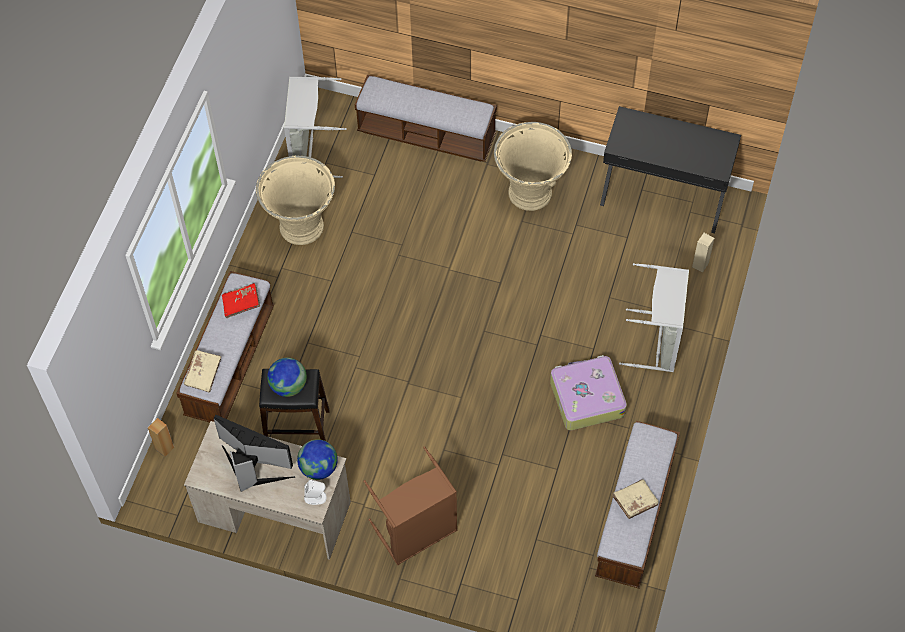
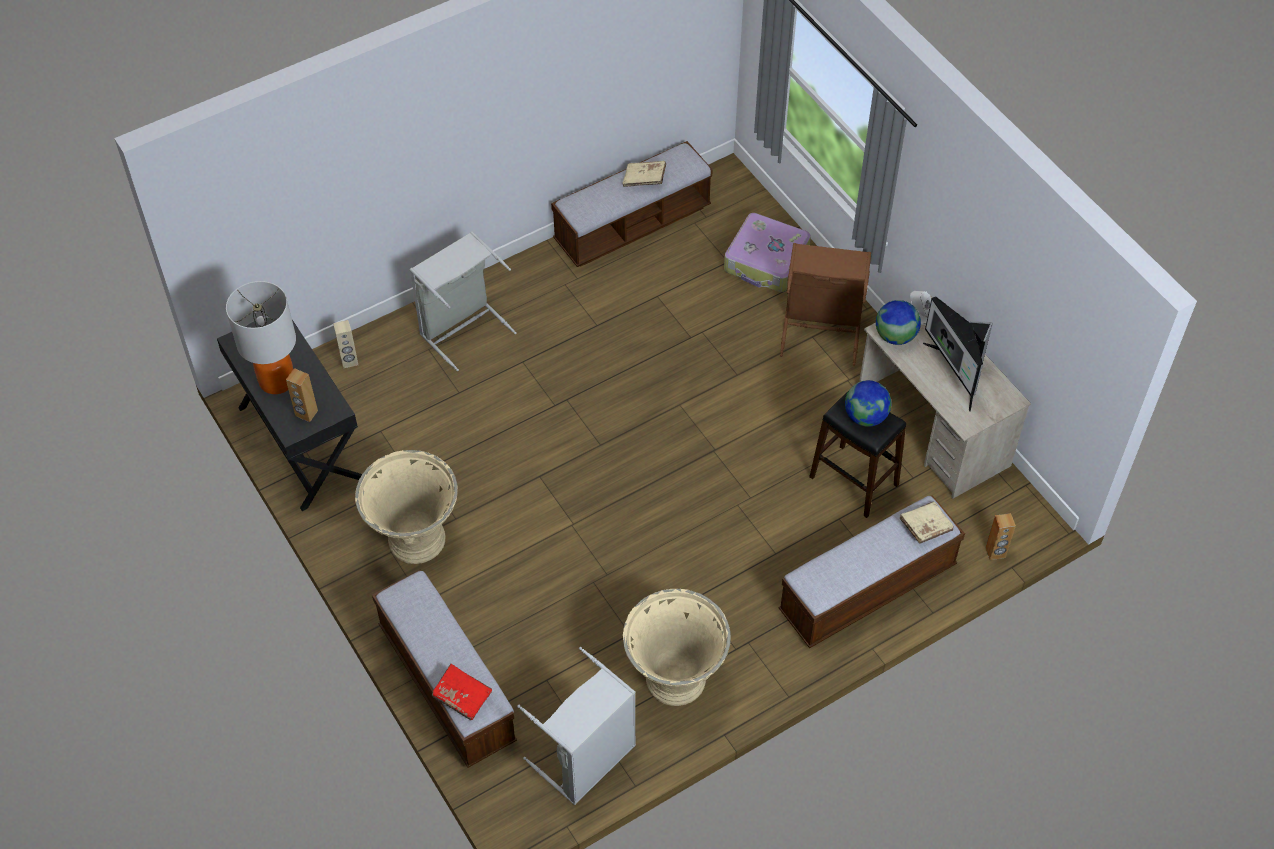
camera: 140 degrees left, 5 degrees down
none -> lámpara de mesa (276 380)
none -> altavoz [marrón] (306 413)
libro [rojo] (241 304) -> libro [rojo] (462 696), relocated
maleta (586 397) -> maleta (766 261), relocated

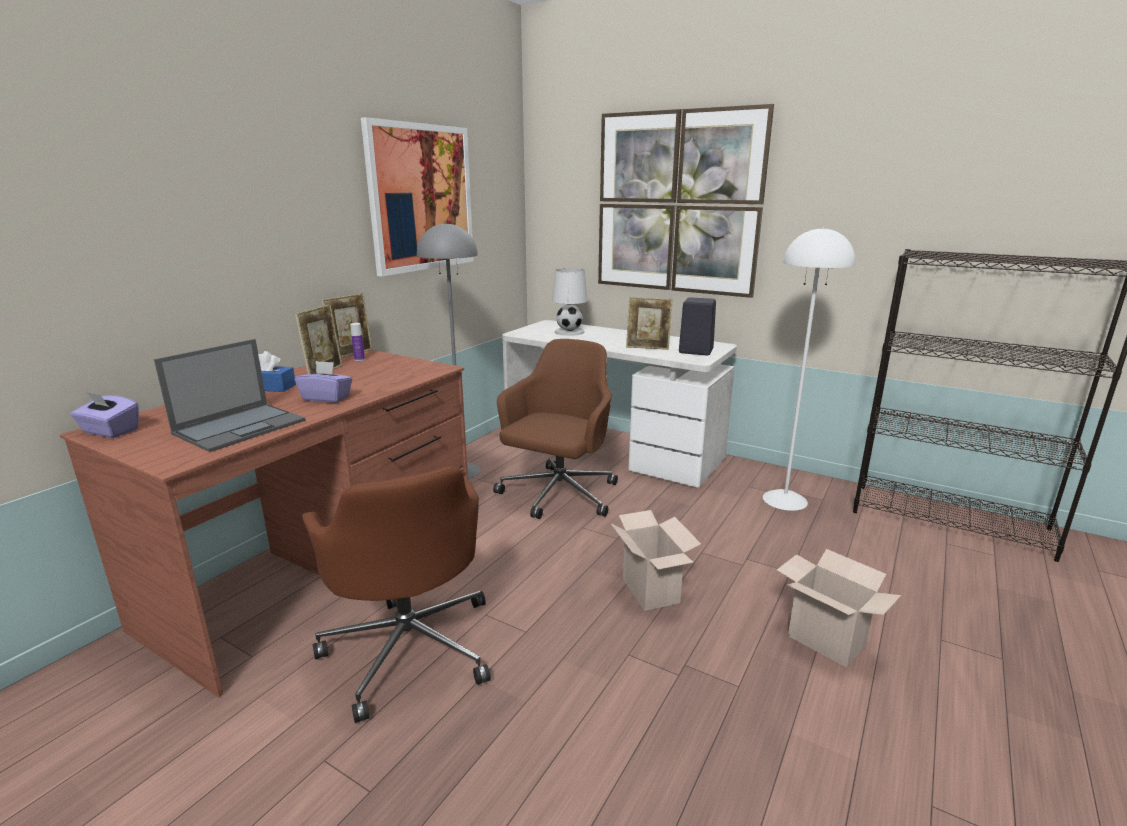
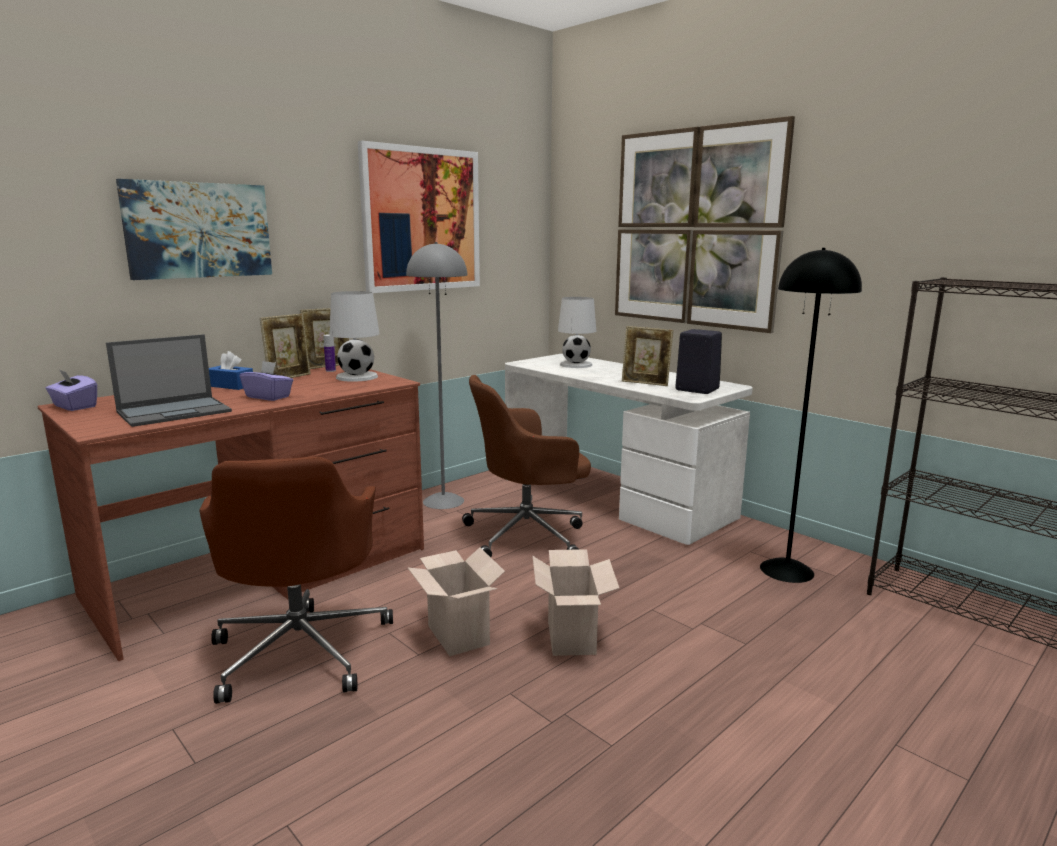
camera: 15 degrees right, 5 degrees down
none -> cuadro (198 230)
none -> lámpara de mesa [blanco] (357 377)
caja de cartón (823 640) -> caja de cartón (455 634), relocated
lámpara de pie [blanco] (785 499) -> lámpara de pie [negro] (787 570)
silla de oficina [marrón] (558 495) -> silla de oficina [marrón] (528 534), 150 degrees counterclockwise

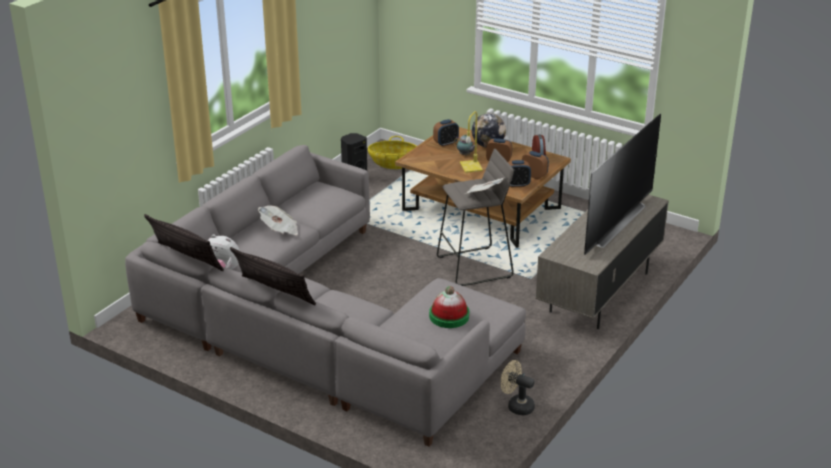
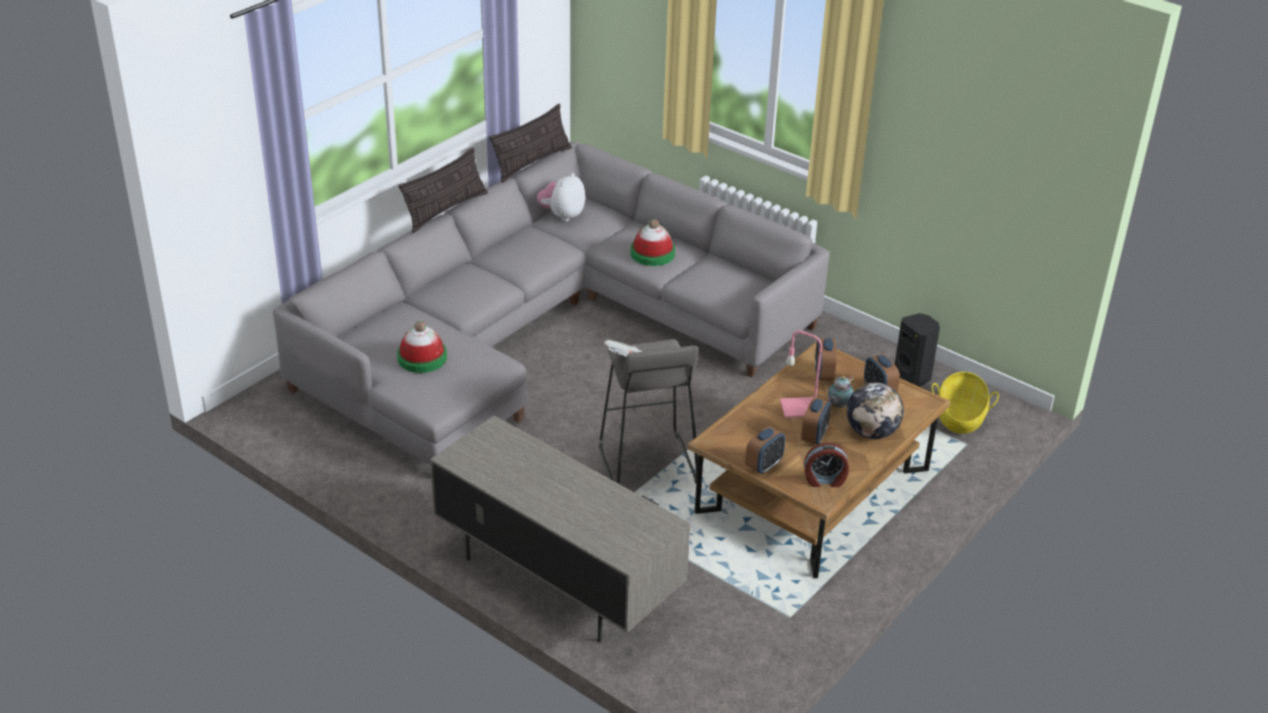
camera: 95 degrees right, 5 degrees up
ventilador [beis] (516 406) -> none
televisor (613 222) -> none
despertador (517 185) -> despertador (823 374), relocated
periódico (280 230) -> sombrero (652 253)
lámpara de mesa [amarillo] (470 166) -> lámpara de mesa [rosa] (800 407)

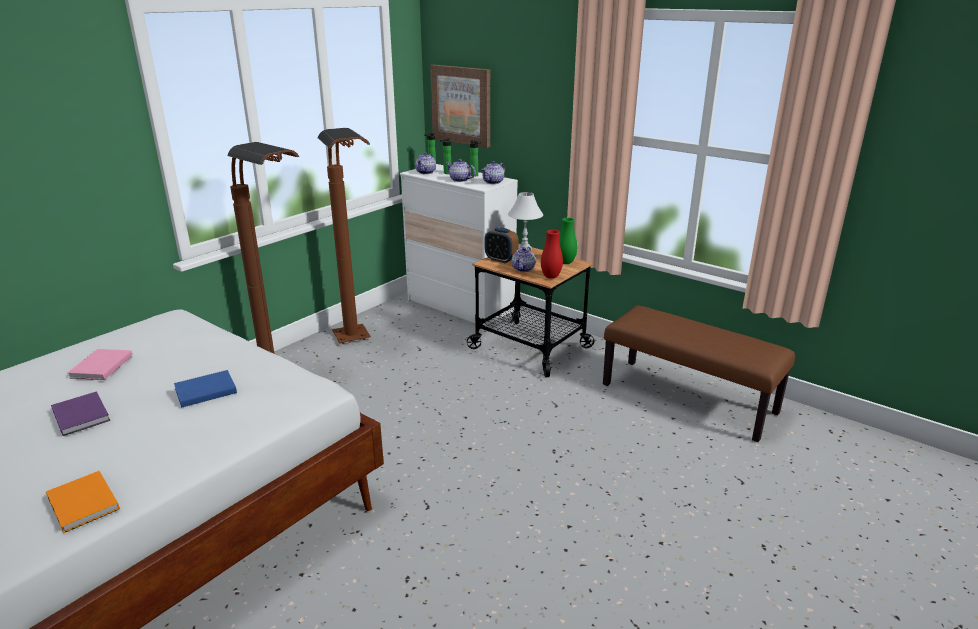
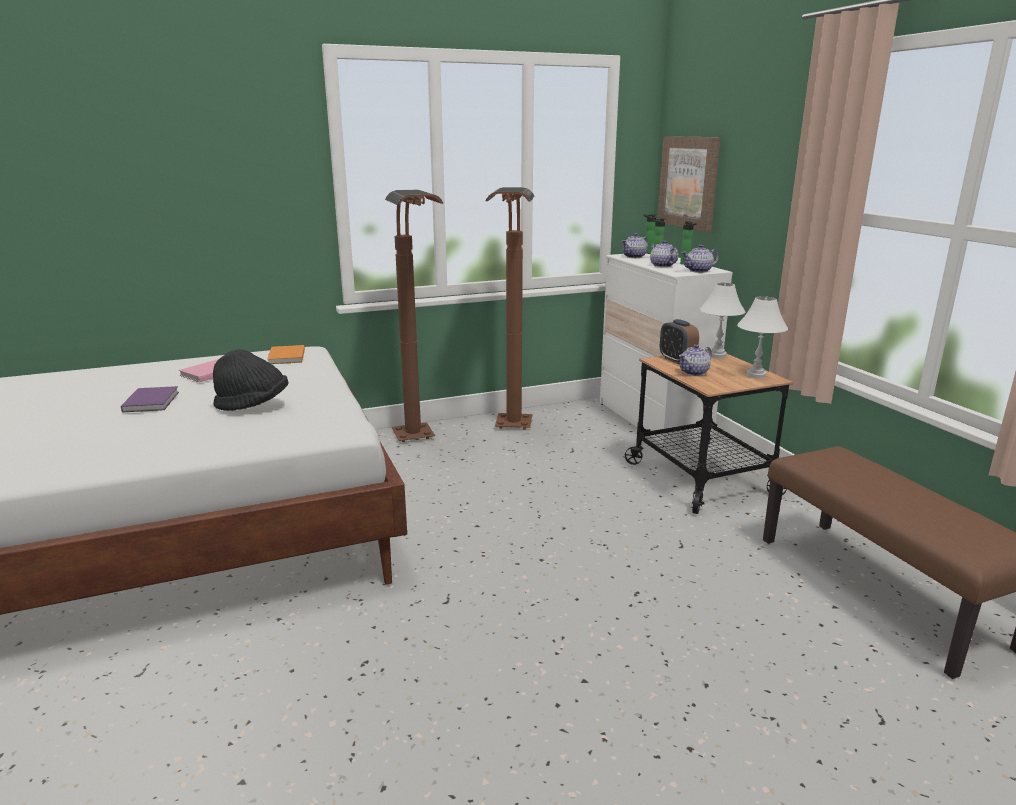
camera: 30 degrees right, 5 degrees down
florero [rojo] (551 277) -> none
libro [naranja] (82 505) -> libro [naranja] (286 357), relocated
libro [azul] (204 391) -> sombrero [negro] (253 405)
florero [verde] (566 262) -> lámpara de mesa [blanco] (756 375)

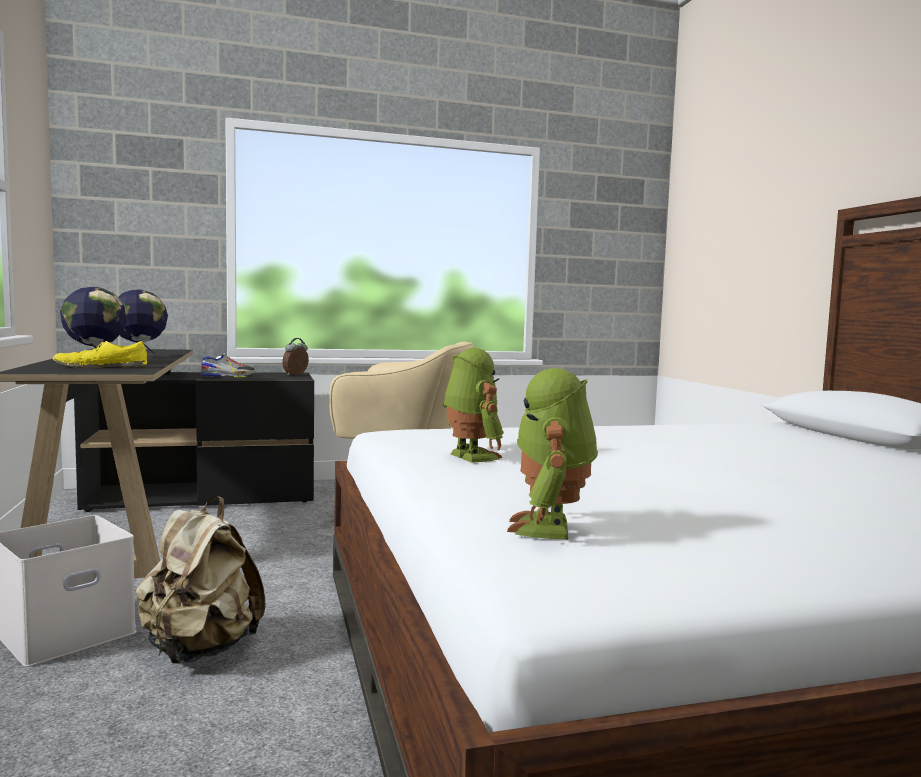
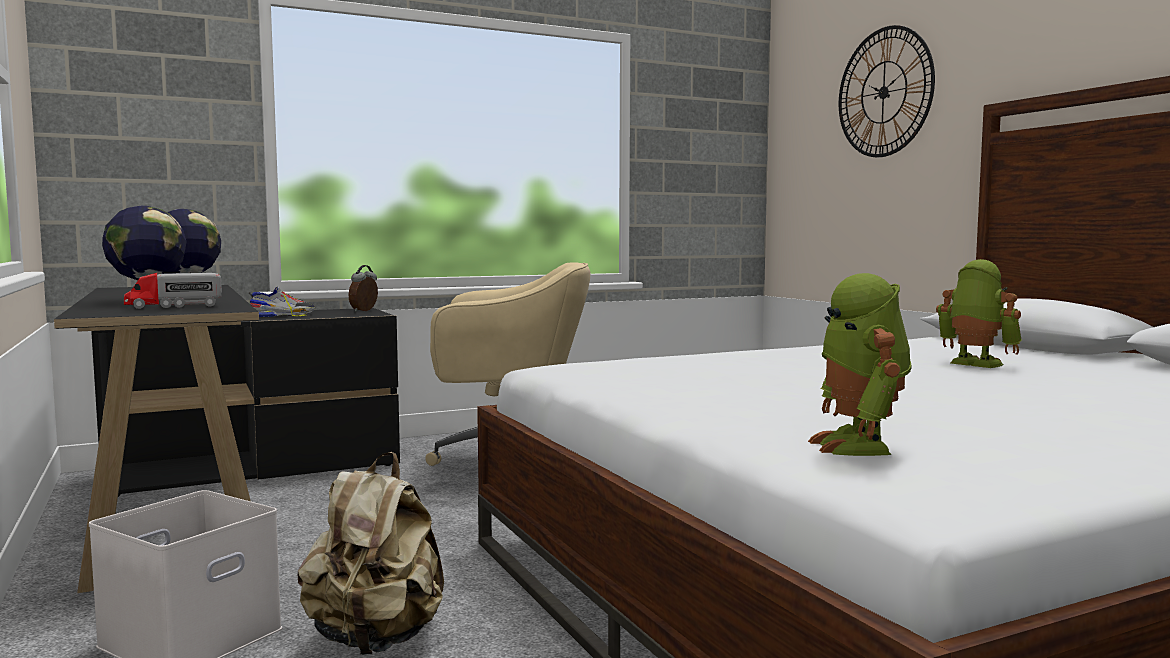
camera: 10 degrees left, 0 degrees up
none -> reloj de pared (884 92)
robot de juguete (469 457) -> robot de juguete (974 364), relocated
zapato [amarillo] (101 367) -> camión de juguete (174 306)

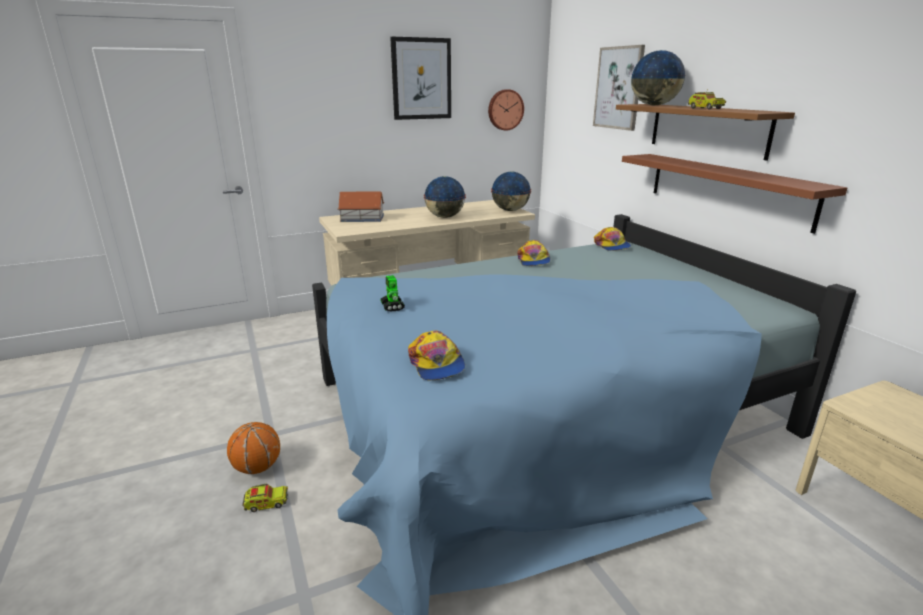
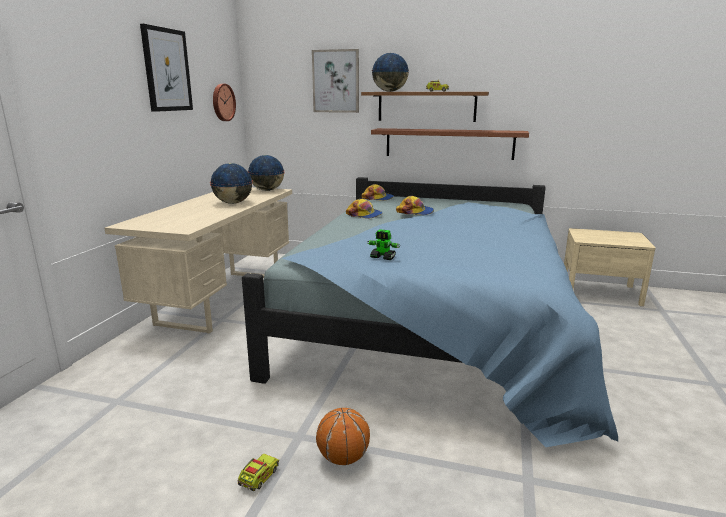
camera: 50 degrees left, 5 degrees down
casita (363 218) -> none
camión de juguete (266 503) -> camión de juguete (259 477), relocated
gorra (436 364) -> gorra (415 212), relocated

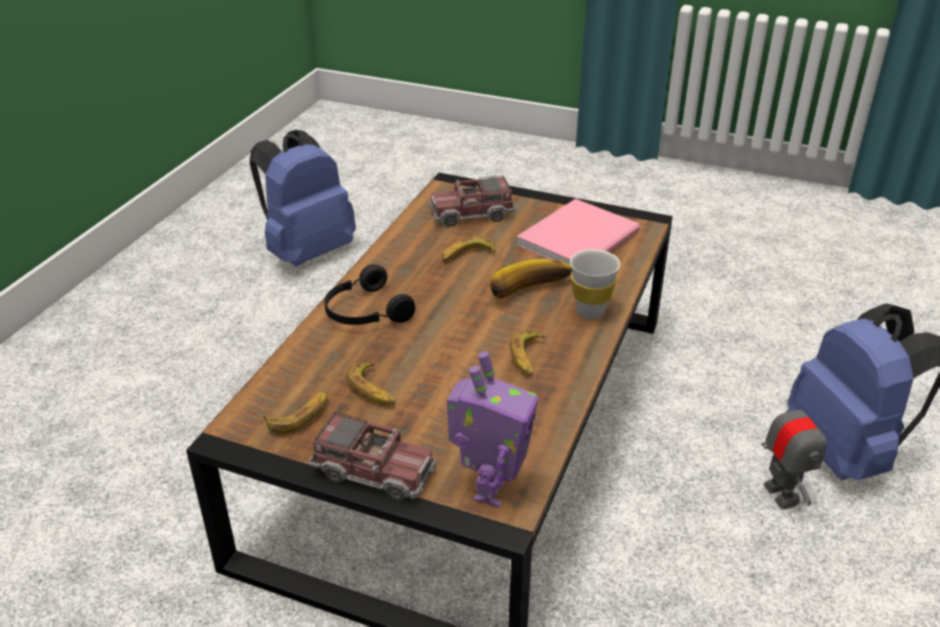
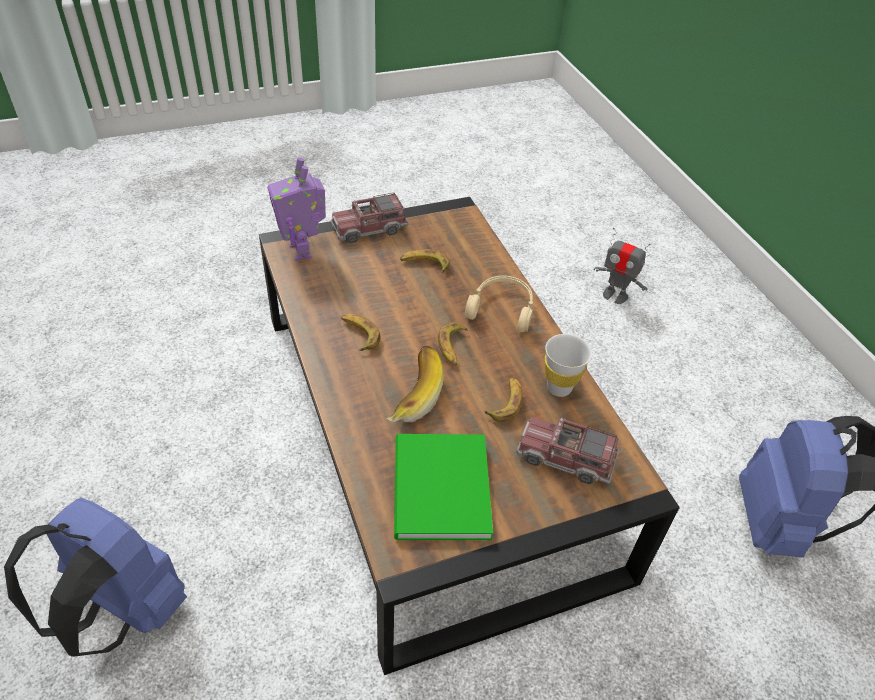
camera: 135 degrees right, 10 degrees up
plátano (300 416) -> plátano (452 348), relocated
taza [blanco] (590 312) -> taza [blanco] (559 388), relocated
robot de juguete (781 494) -> robot de juguete (615 295), relocated
auriculares [negro] (365 312) -> auriculares [beis] (502 309)
libro [rosa] (582 238) -> libro [verde] (438 491)
camión de juguete (472 214) -> camión de juguete (565 458), 105 degrees counterclockwise

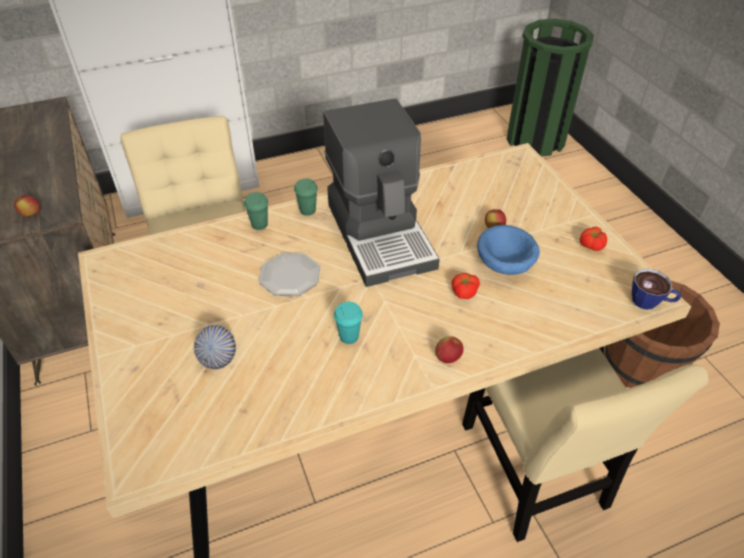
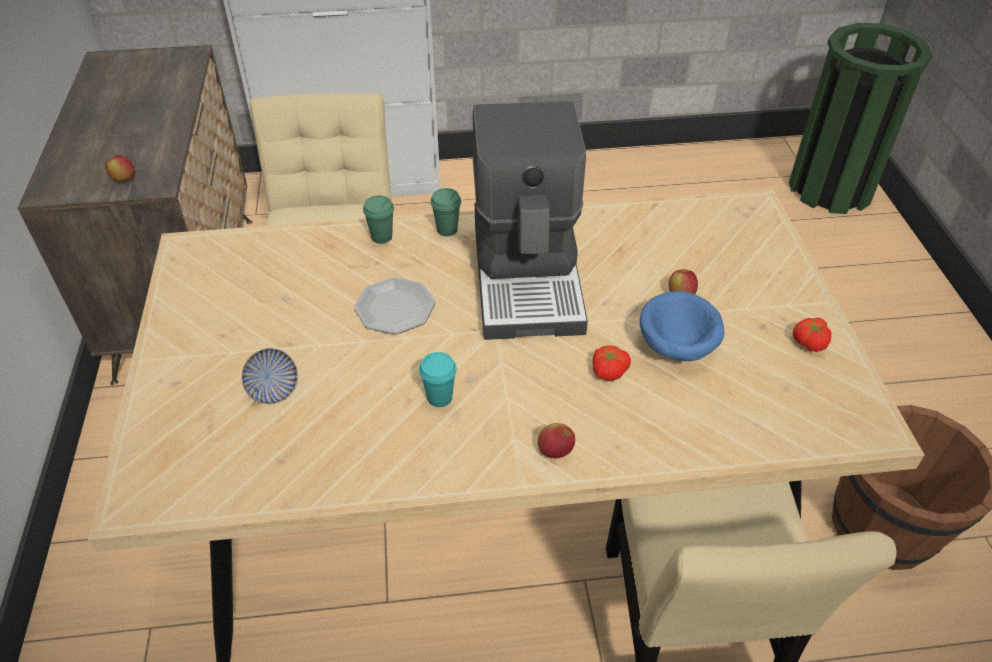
camera: 15 degrees right, 0 degrees up
taza (650 302) -> none

